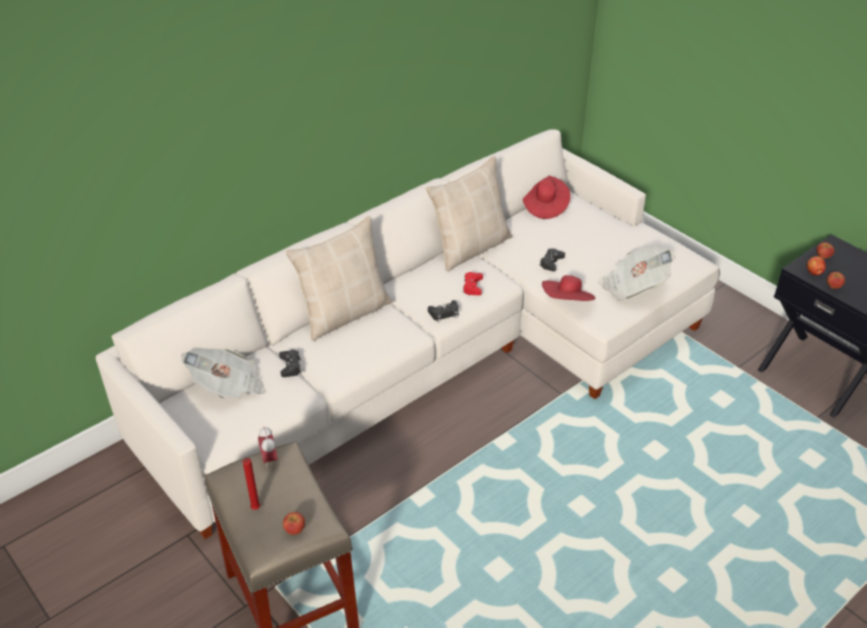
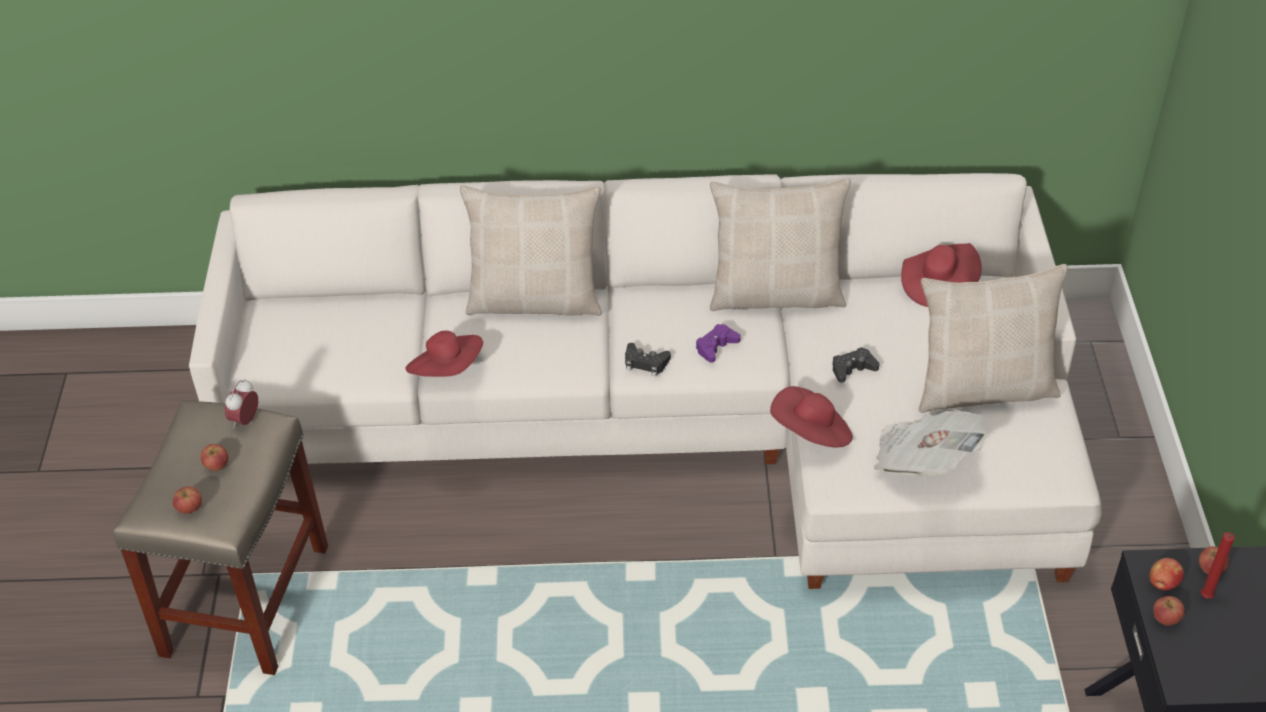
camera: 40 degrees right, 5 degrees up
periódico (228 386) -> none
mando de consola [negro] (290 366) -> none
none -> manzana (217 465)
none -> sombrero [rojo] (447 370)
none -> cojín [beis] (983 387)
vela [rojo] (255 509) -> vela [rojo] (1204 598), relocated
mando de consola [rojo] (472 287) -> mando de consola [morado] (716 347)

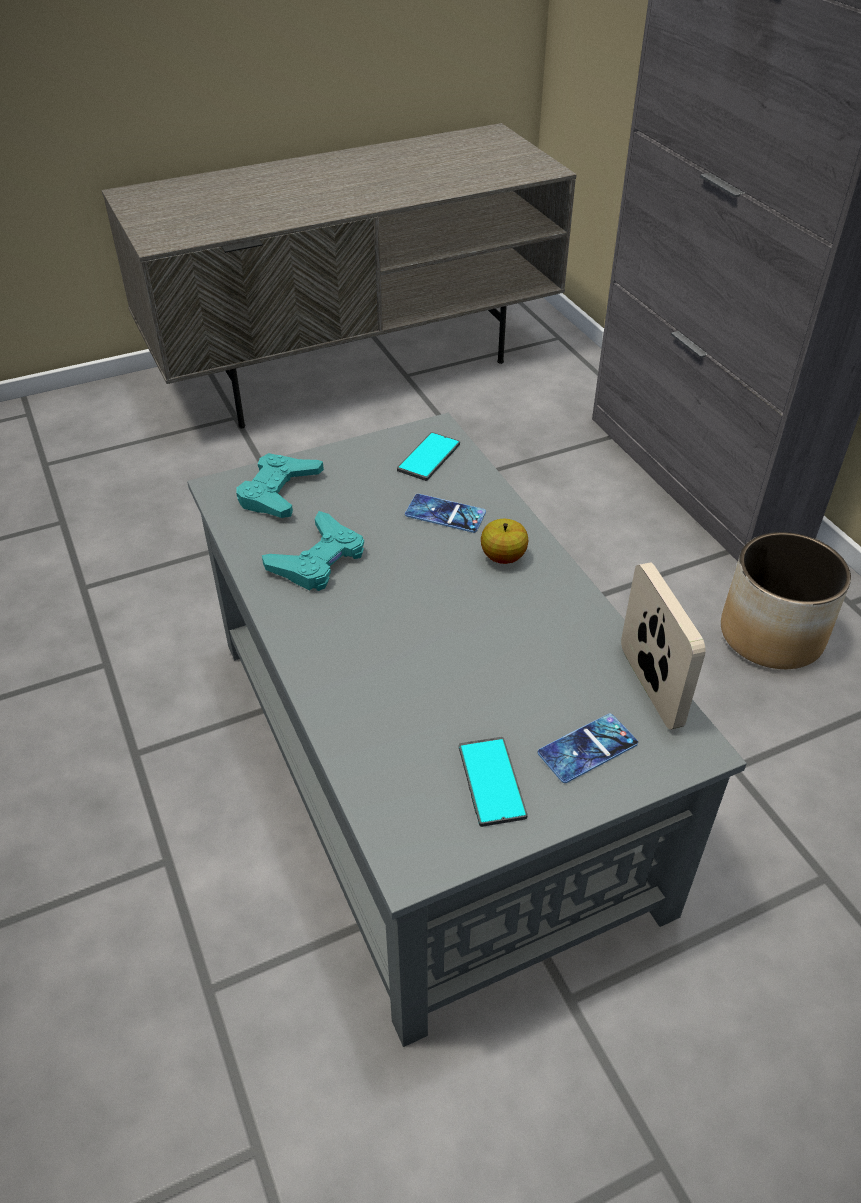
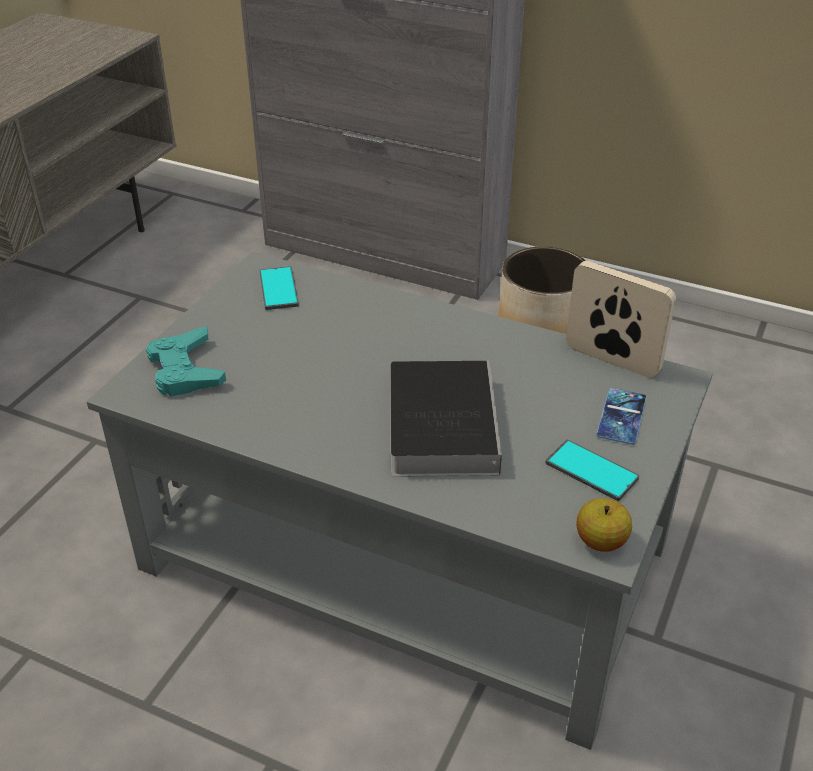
camera: 40 degrees left, 5 degrees down
mando de consola [turquesa] (318 560) -> none
móvil (445 514) -> none
none -> libro (441 422)
manzana (503 557) -> manzana (601 541), relocated

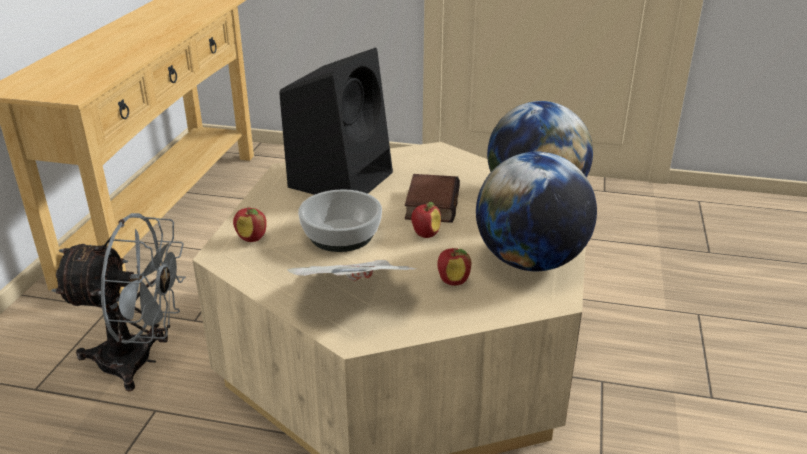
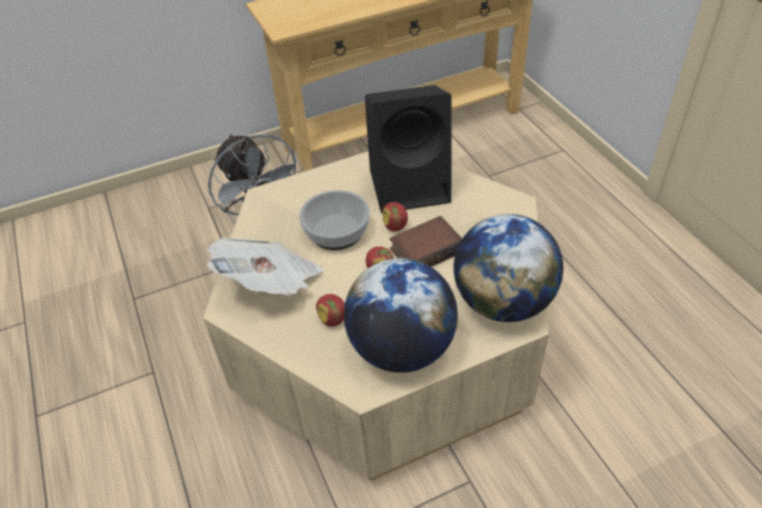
camera: 55 degrees right, 15 degrees up
manzana (252 238) -> manzana (395 227), relocated

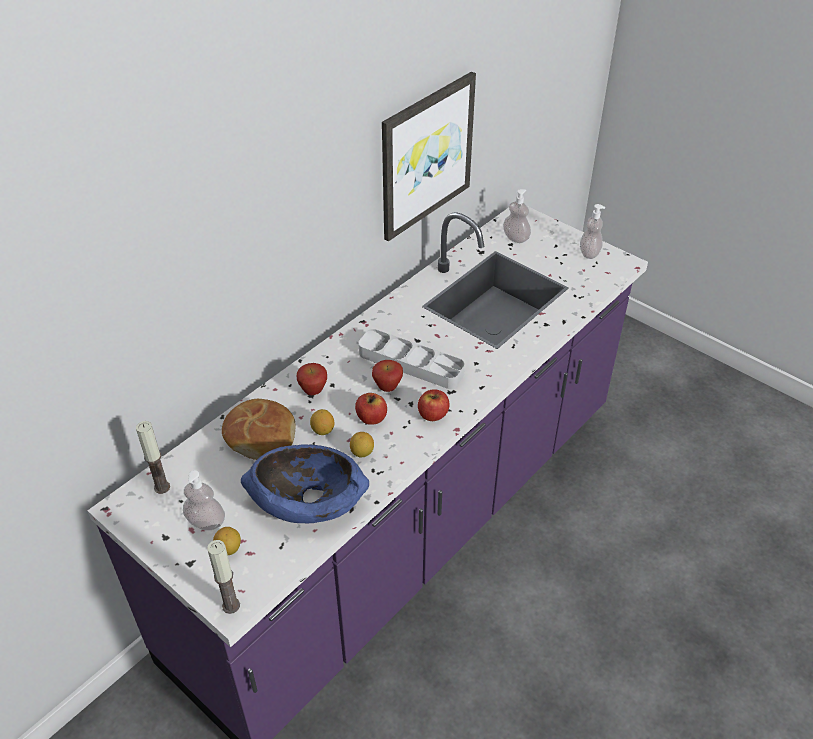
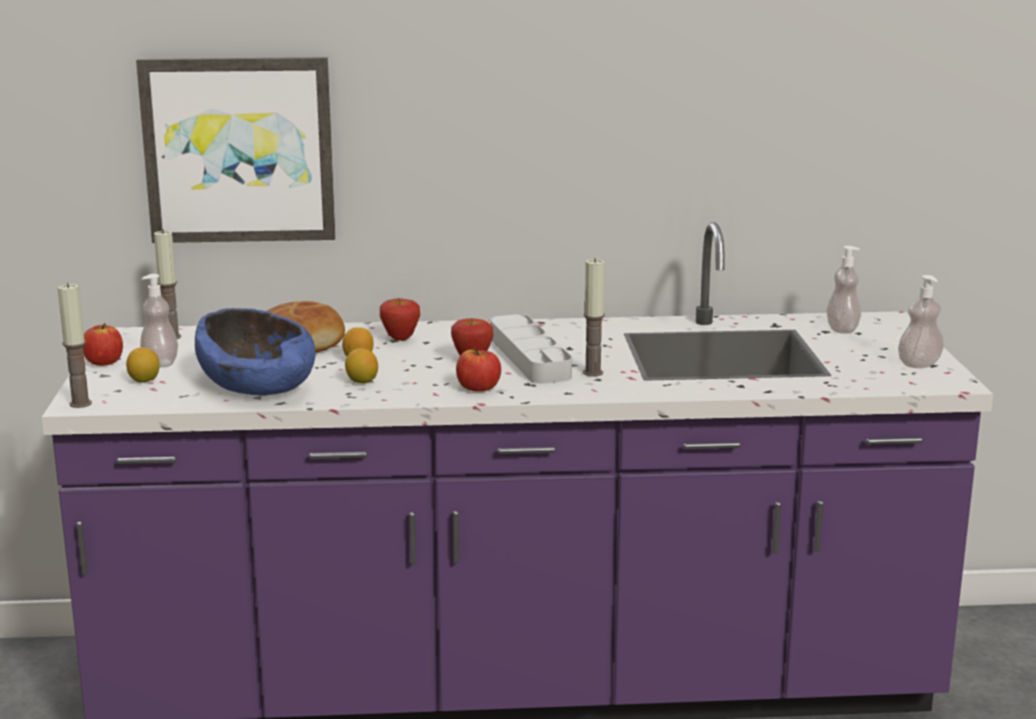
camera: 45 degrees right, 25 degrees down
none -> vela (593 373)
manzana (371 418) -> manzana (104 362), relocated
cuadro (425 155) -> cuadro (239 150), relocated

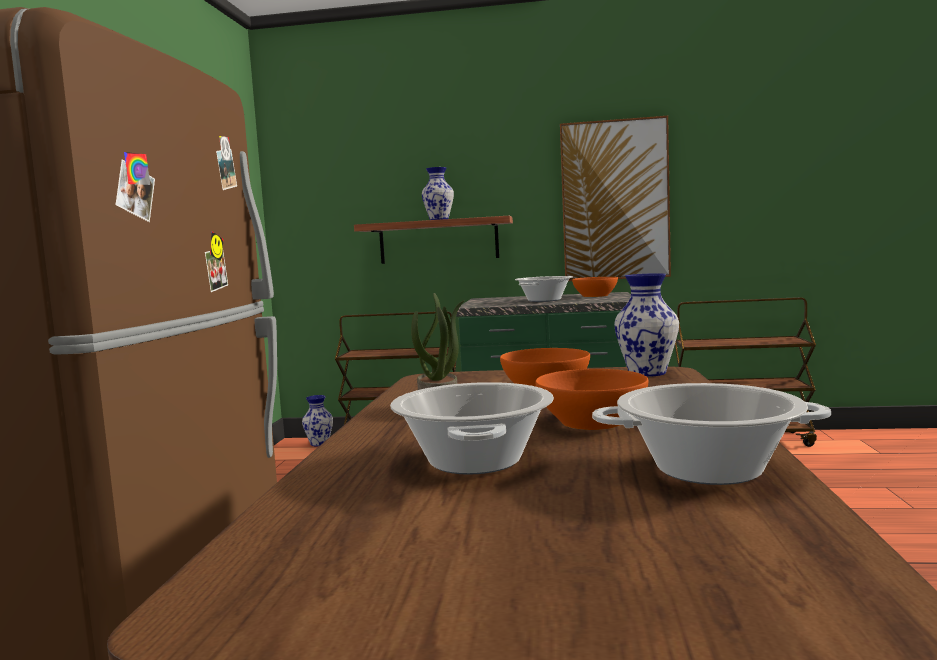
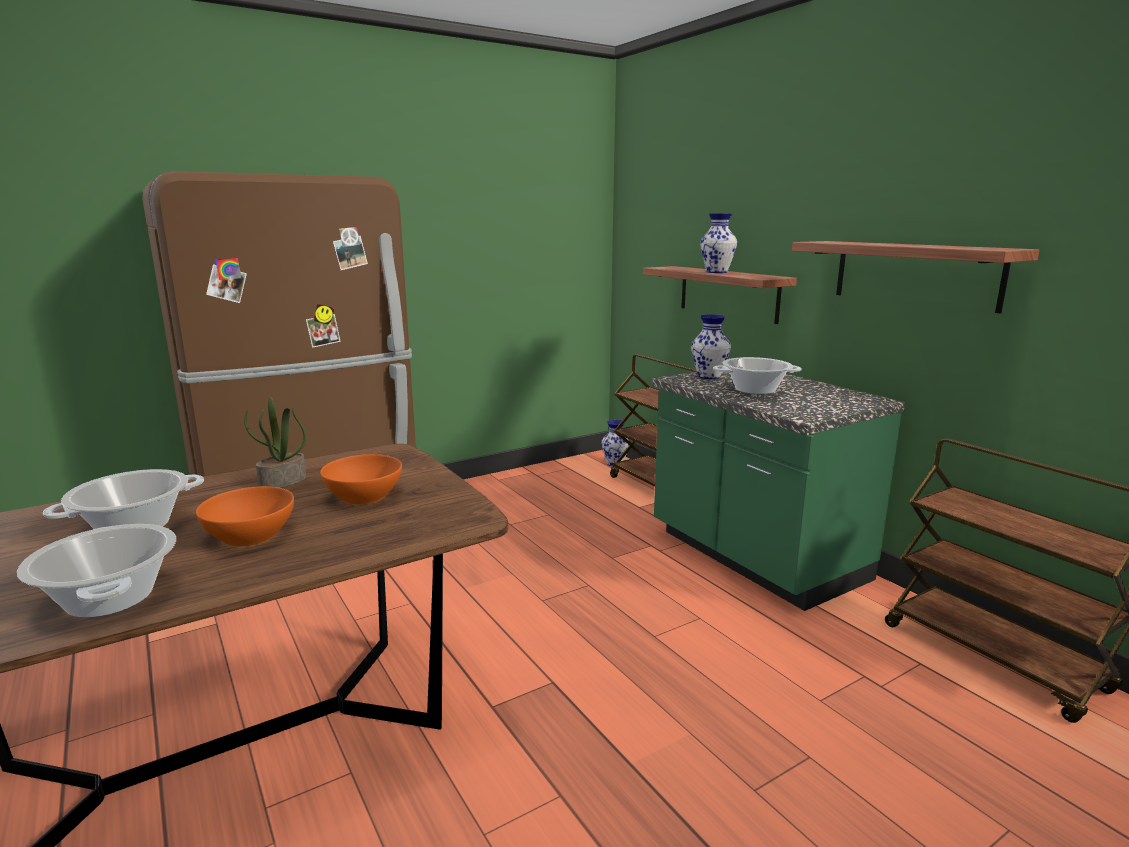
camera: 50 degrees right, 10 degrees up
cuenco [naranja] (595 296) -> none
florero (648 373) -> florero (708 376), relocated
cuadro (615 200) -> estante (915 274)

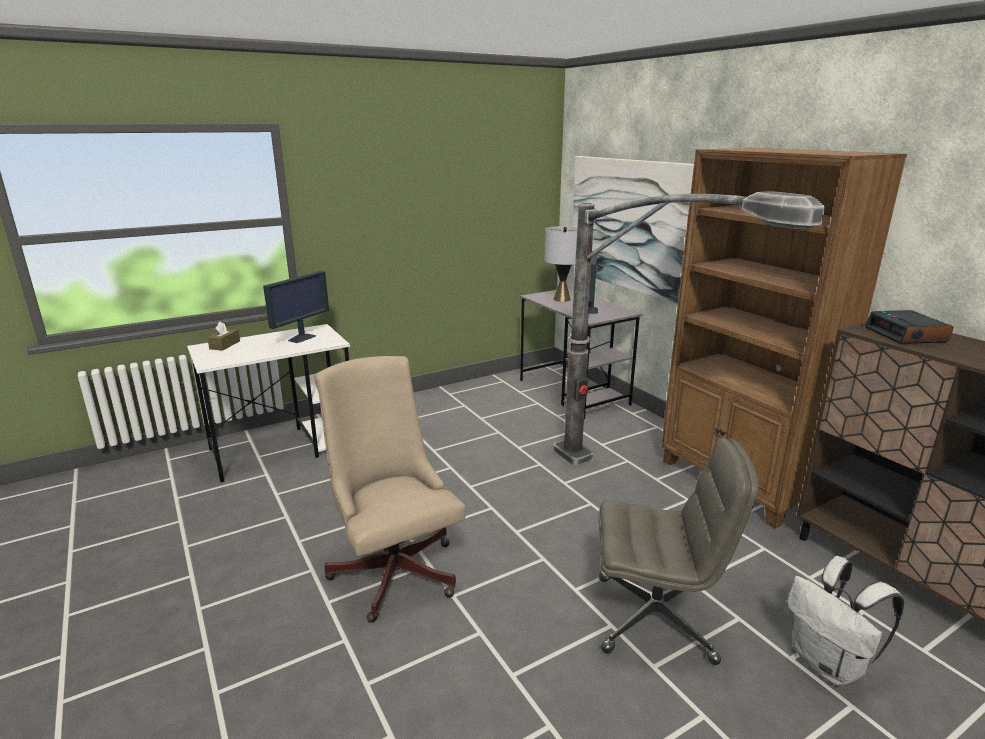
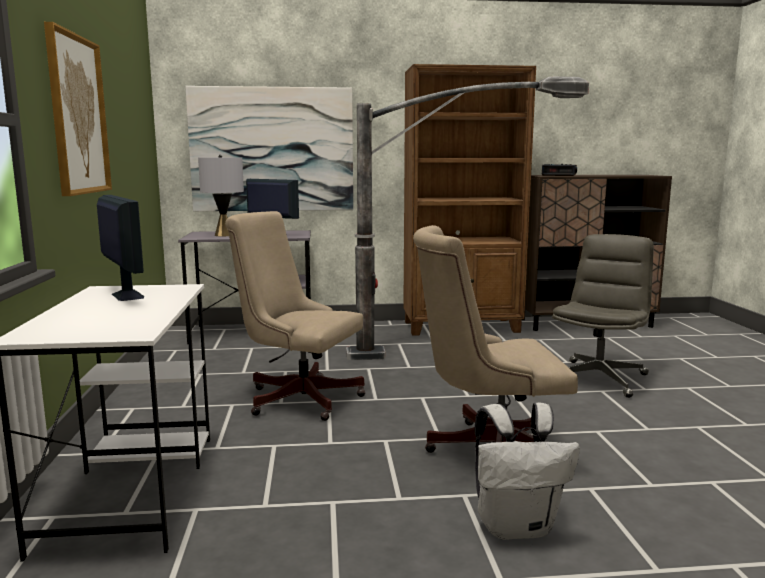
camera: 65 degrees left, 10 degrees down
caja de pañuelos [marrón] (225 345) -> none
none -> cuadro (78 115)
none -> silla de oficina [beis] (297 397)
mochila [blanco] (829 664) -> mochila [blanco] (517 526), relocated

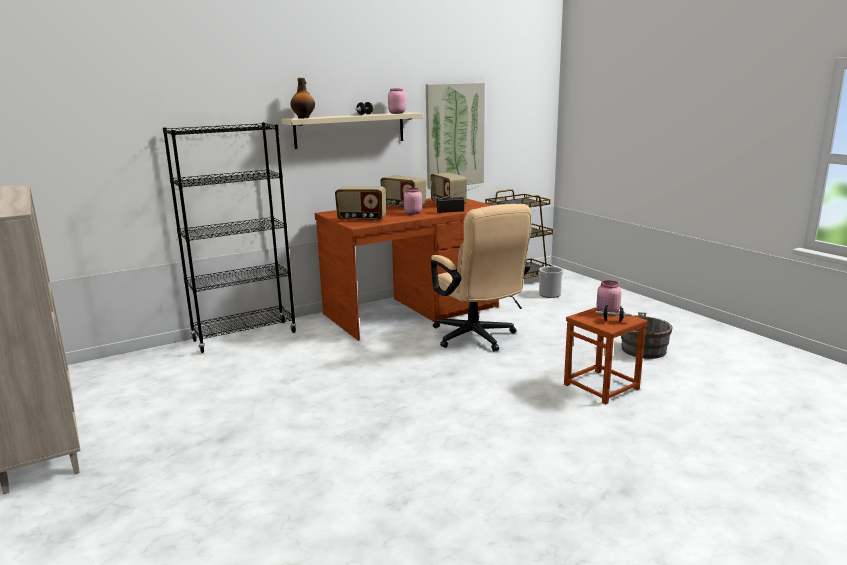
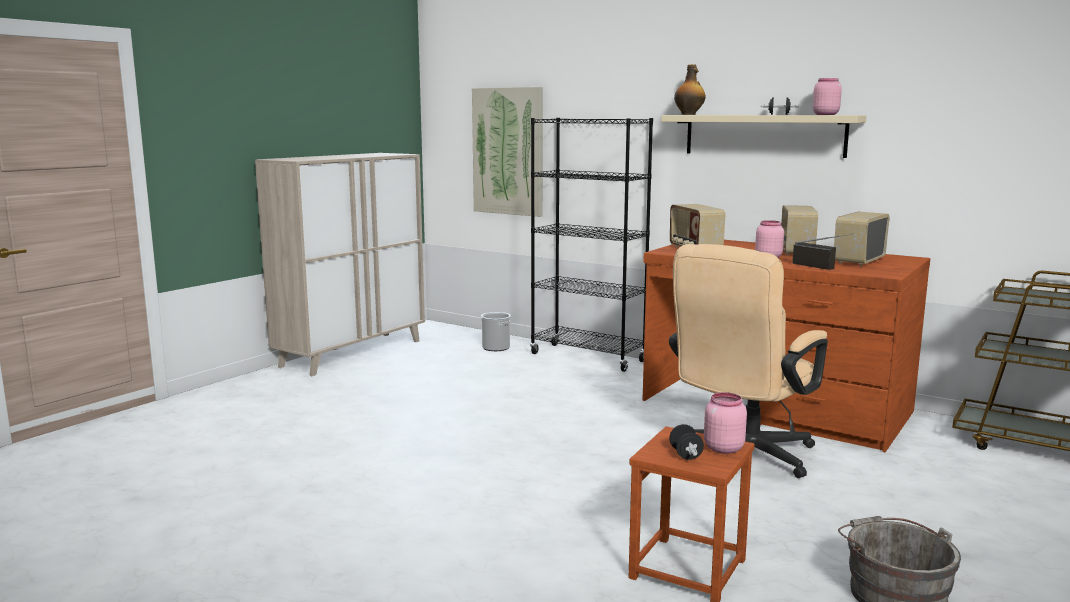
camera: 65 degrees right, 5 degrees down
cuadro (454 135) -> cuadro (508 151), relocated
cubo (549 294) -> cubo (496 347), relocated

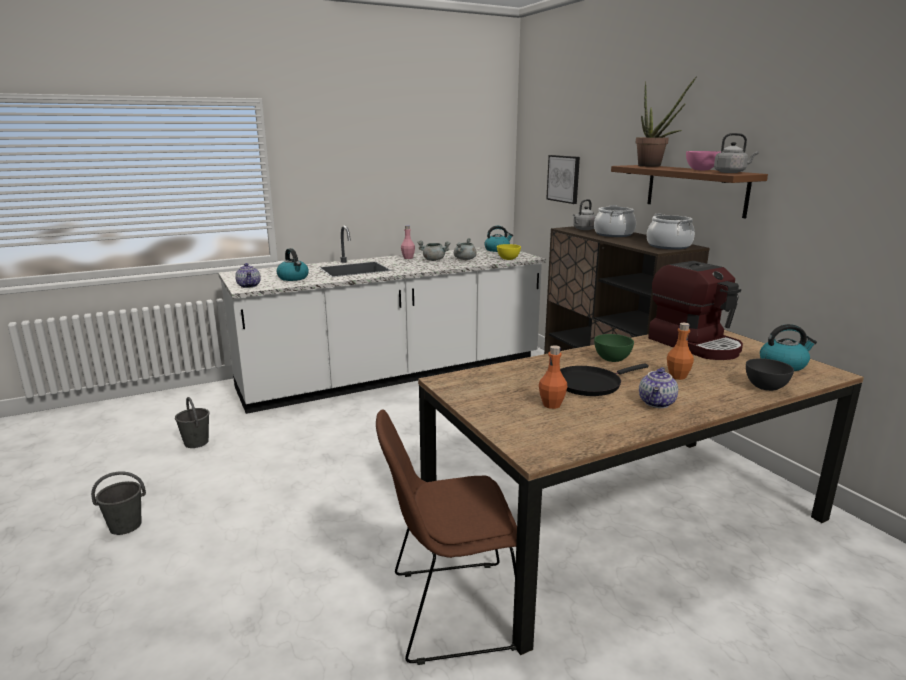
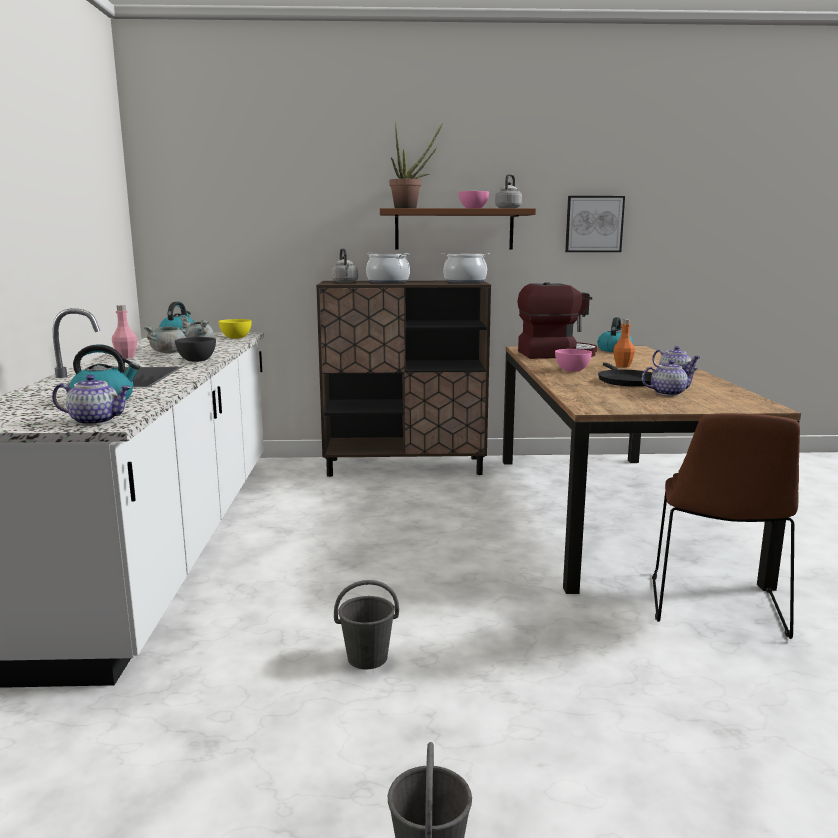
camera: 65 degrees left, 5 degrees down
cubo [gris] (196 442) -> cubo [gris] (368 658), relocated
cuadro (564 179) -> cuadro (594 224), relocated
cuenco [gris] (766 387) -> cuenco [gris] (197 360), relocated
botella [naranja] (551 405) -> tetera (668 393)
cuenco [verde] (612 359) -> cuenco [rosa] (572 370)

